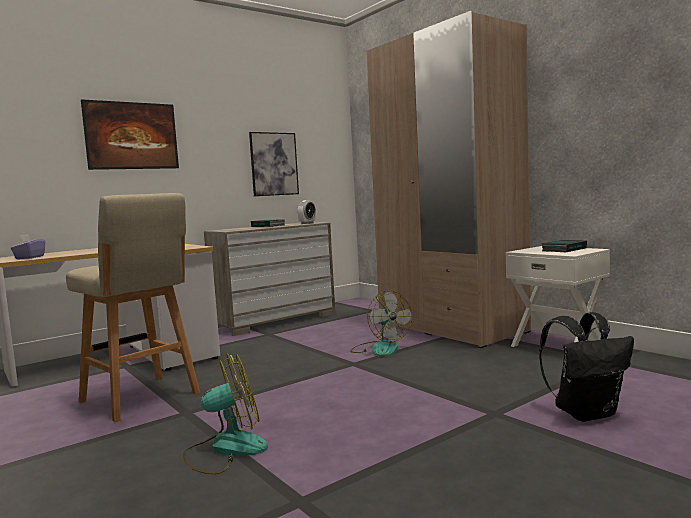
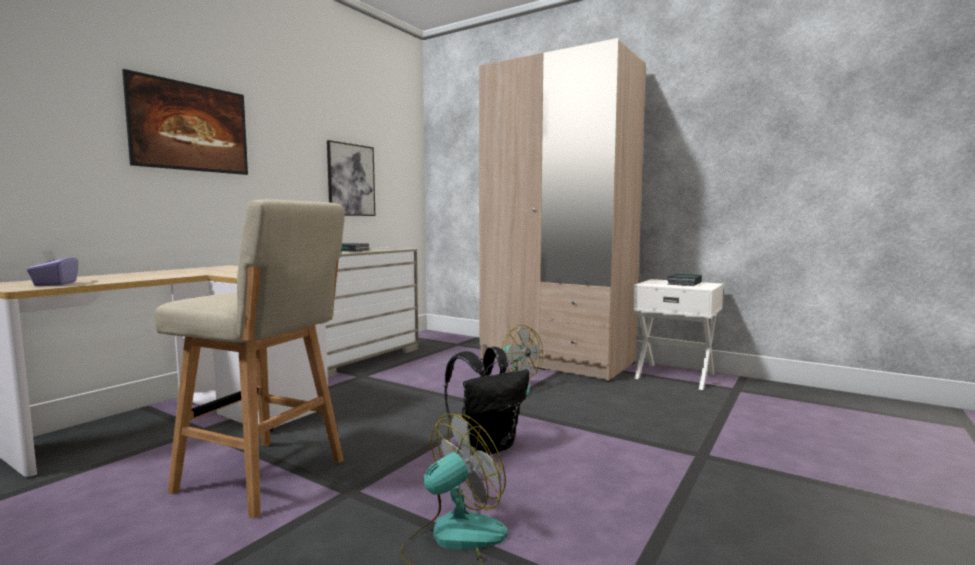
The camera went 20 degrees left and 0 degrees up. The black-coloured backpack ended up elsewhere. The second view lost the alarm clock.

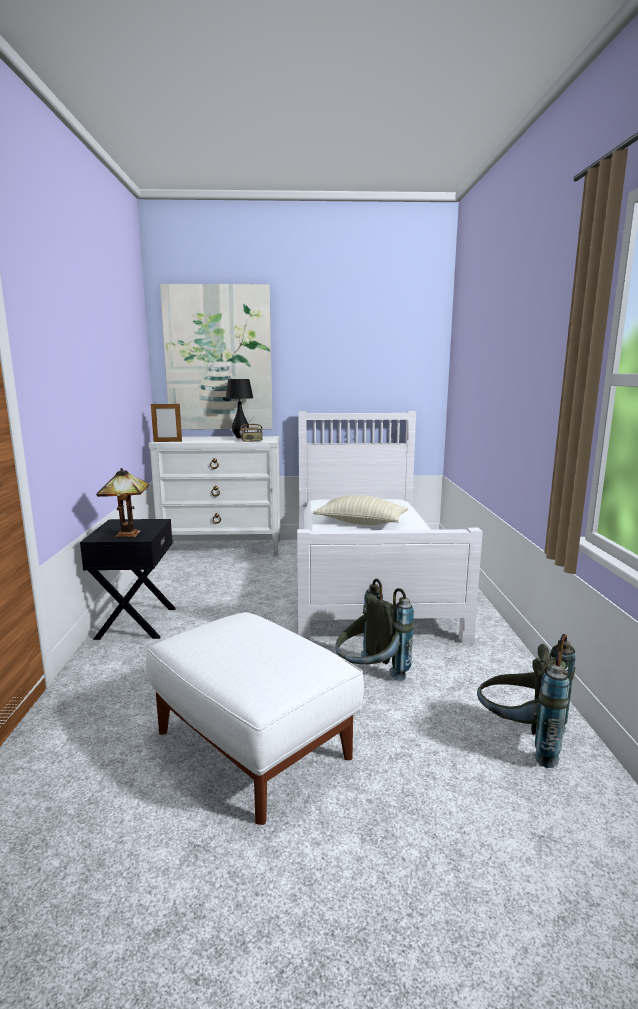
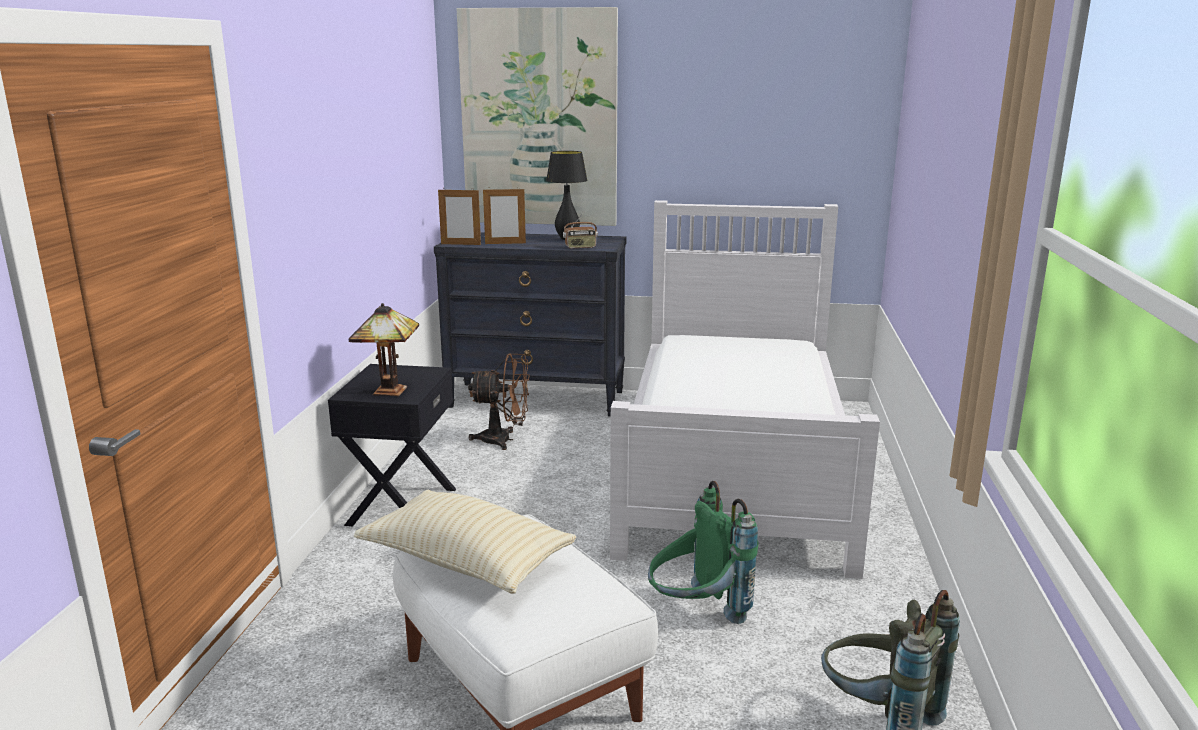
The camera went 10 degrees right and 5 degrees up. The sand-coloured throw pillow ended up elsewhere. What was the white-coloured chest of drawers turned into the black-coloured chest of drawers. The second view gained the brownish electric fan. The second view gained the standing frame (2nd from left). What was the grey backpack (1st from left) turned into the green backpack.

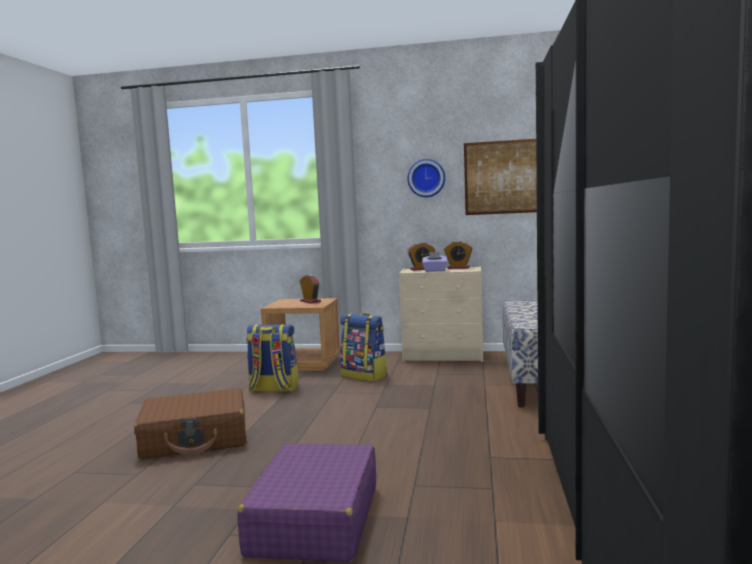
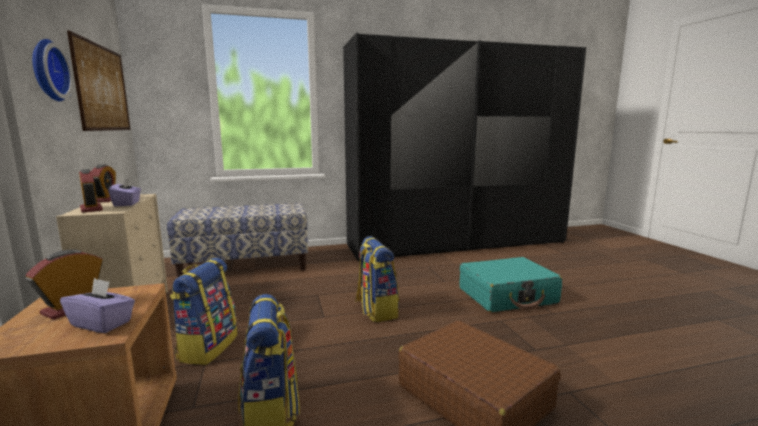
The camera went 115 degrees left and 5 degrees up. The second view gained the purple-coloured tissue box (1st from left). The second view gained the backpack (3rd from left). What was the purple-coloured travel case turned into the blue-green travel case.

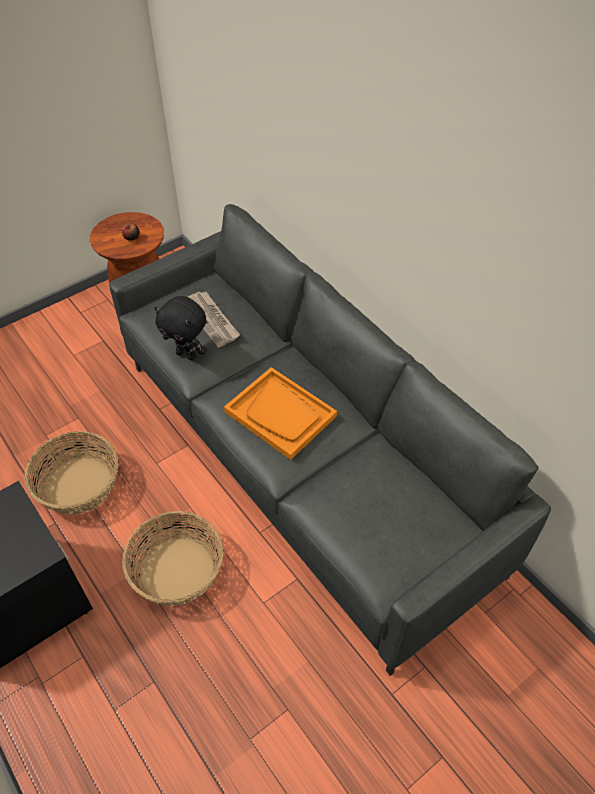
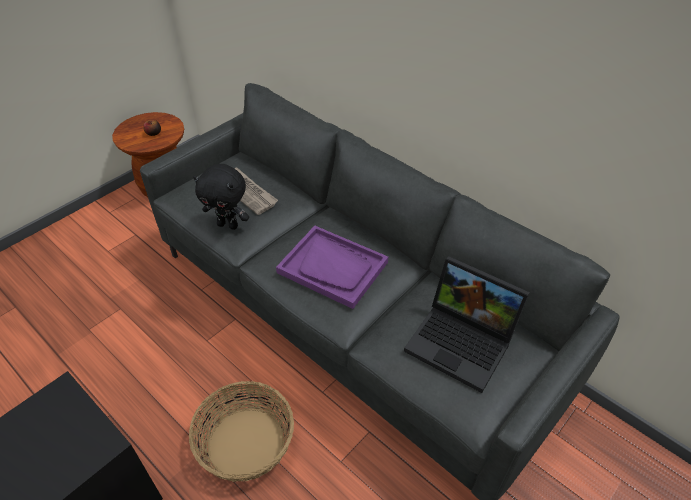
The camera went 10 degrees left and 5 degrees down. What was the orange carrying tray turned into the purple-coloured carrying tray. The second view gained the notebook computer. The second view lost the basket (1st from left).

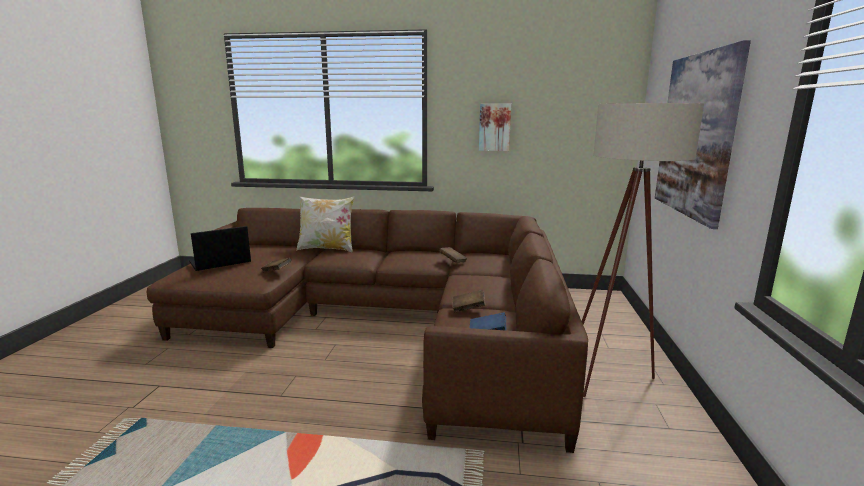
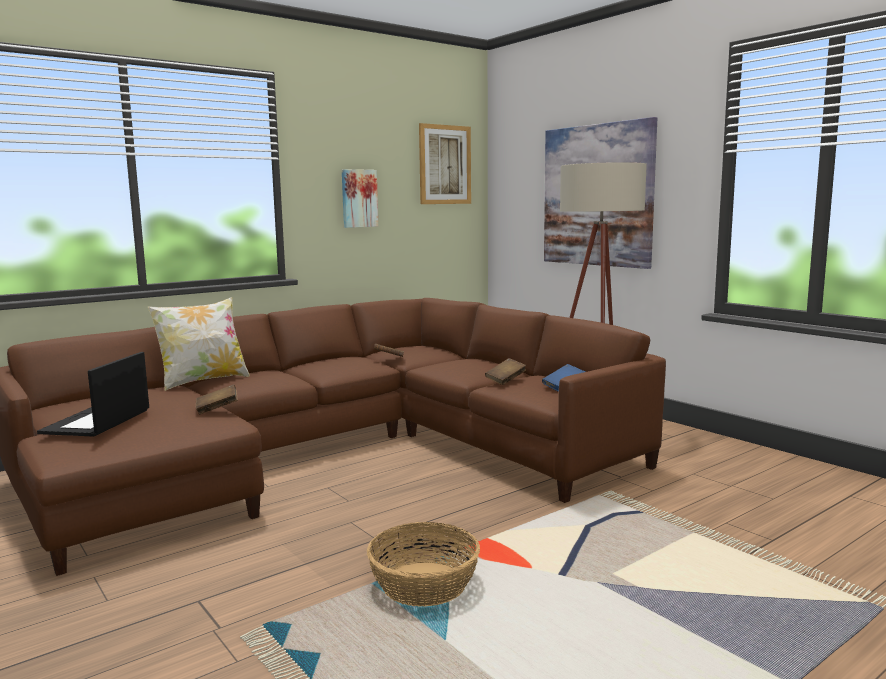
The camera went 45 degrees left and 5 degrees down. The second view gained the basket. The second view gained the wall picture (2nd from left).

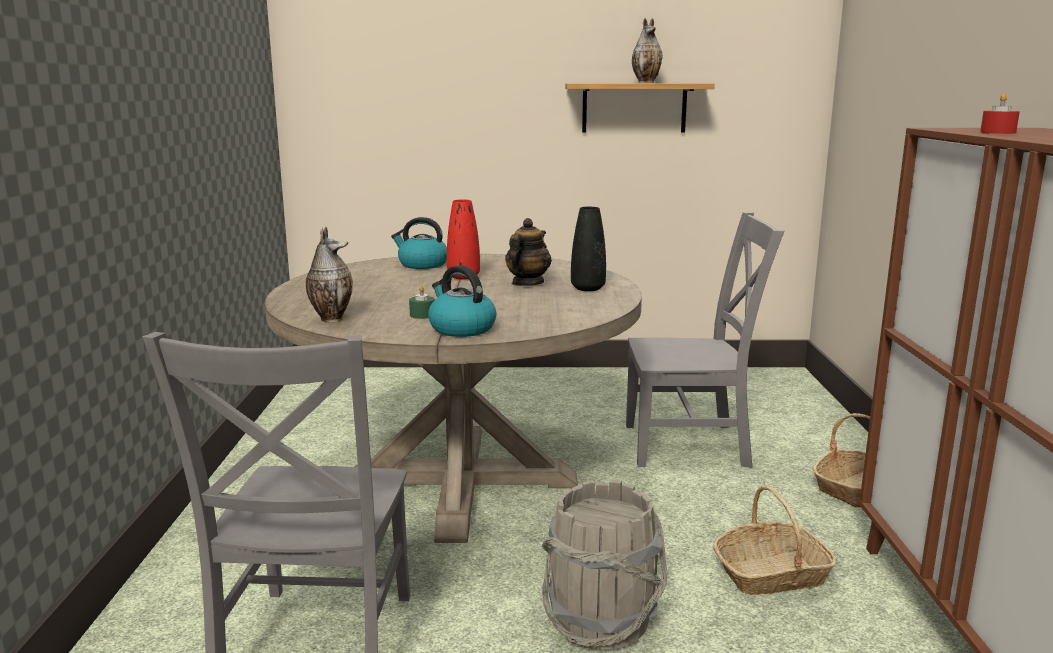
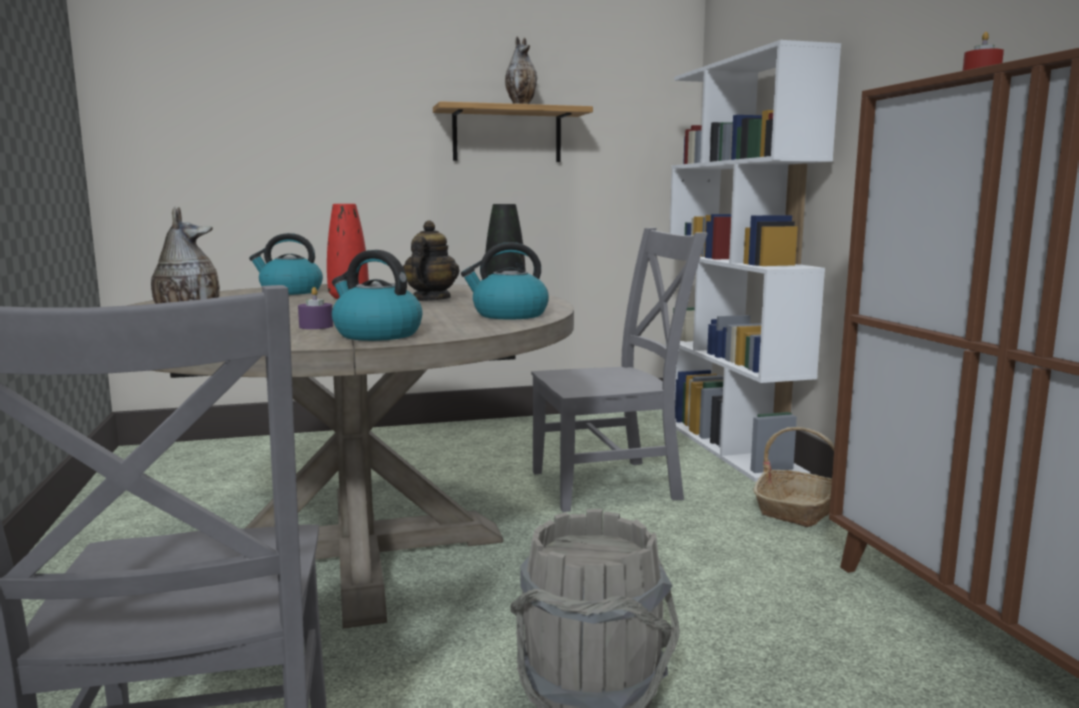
The camera went 15 degrees left and 5 degrees down. What was the green wax light turned into the purple-coloured wax light. The second view gained the tea kettle (3rd from left). The second view gained the white-coloured bookshelf. The second view lost the basket (1st from left).

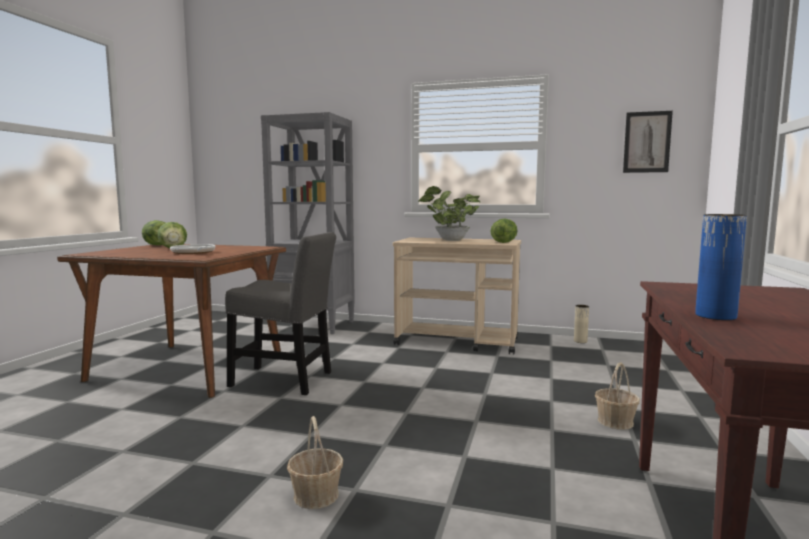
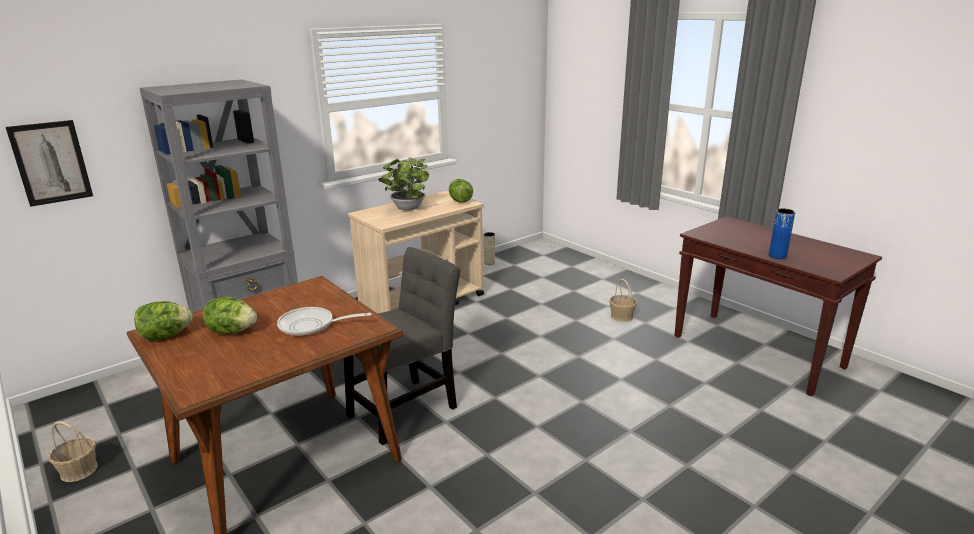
The camera went 55 degrees left and 15 degrees up. The wall picture ended up elsewhere. The basket (1st from left) ended up elsewhere.

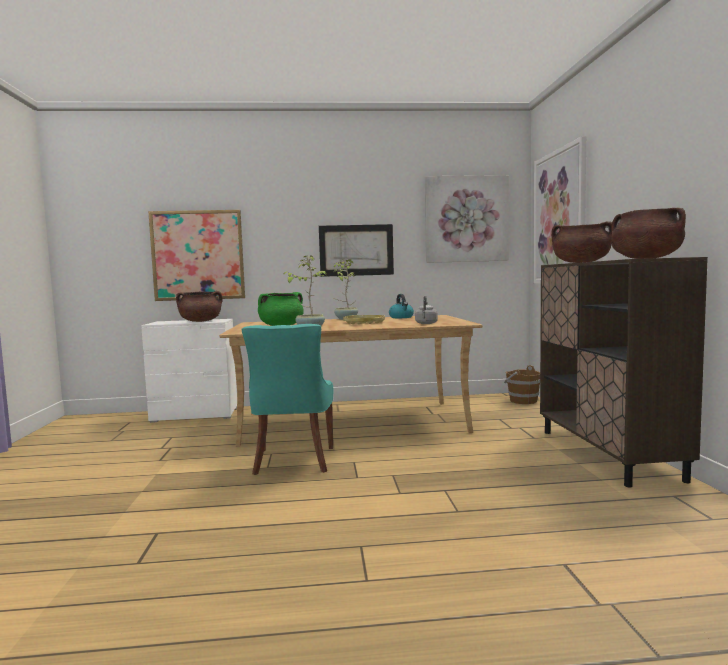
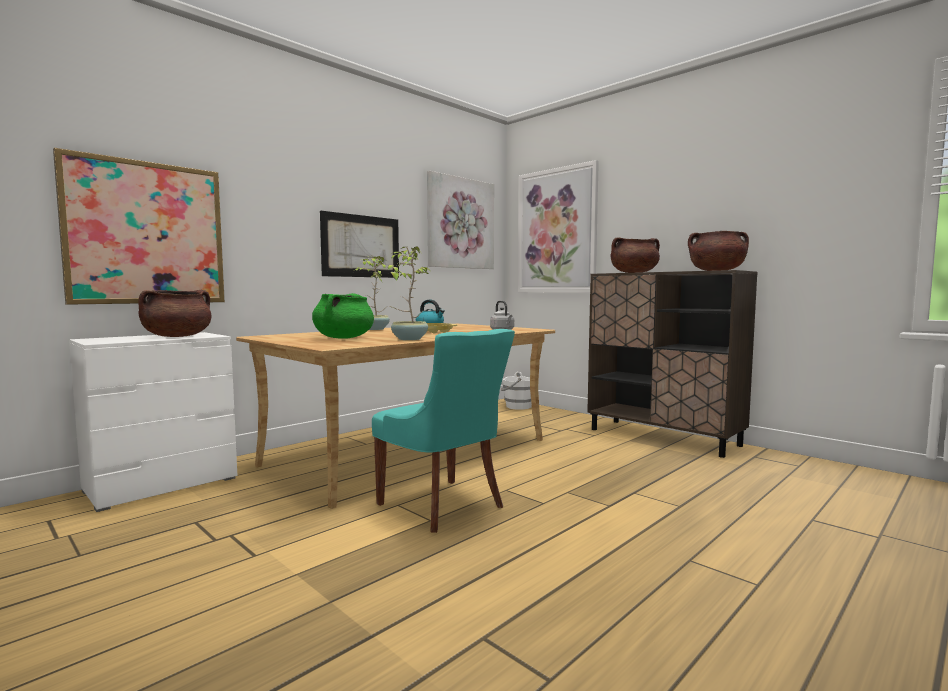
The camera went 40 degrees left and 0 degrees up. What was the brownish bucket turned into the white-coloured bucket.

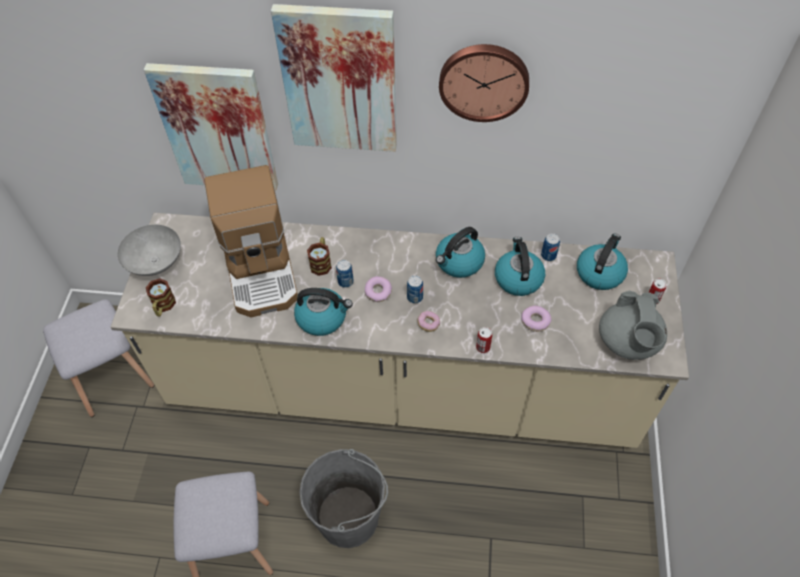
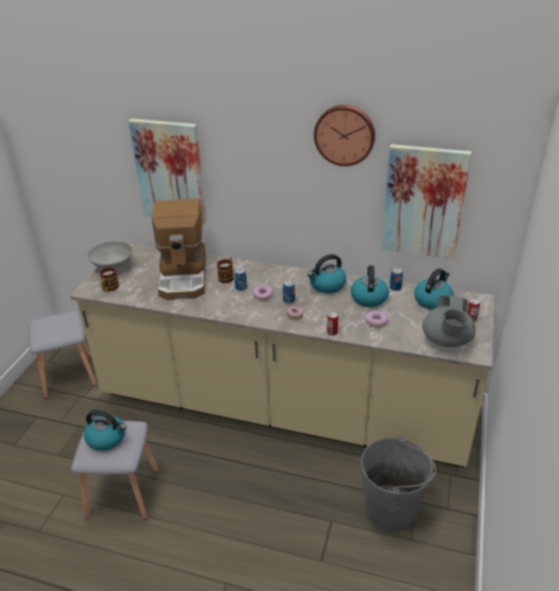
The camera went 10 degrees right and 20 degrees down. The tea kettle (1st from left) ended up elsewhere. The grey bucket ended up elsewhere. The wall picture (2nd from left) ended up elsewhere.

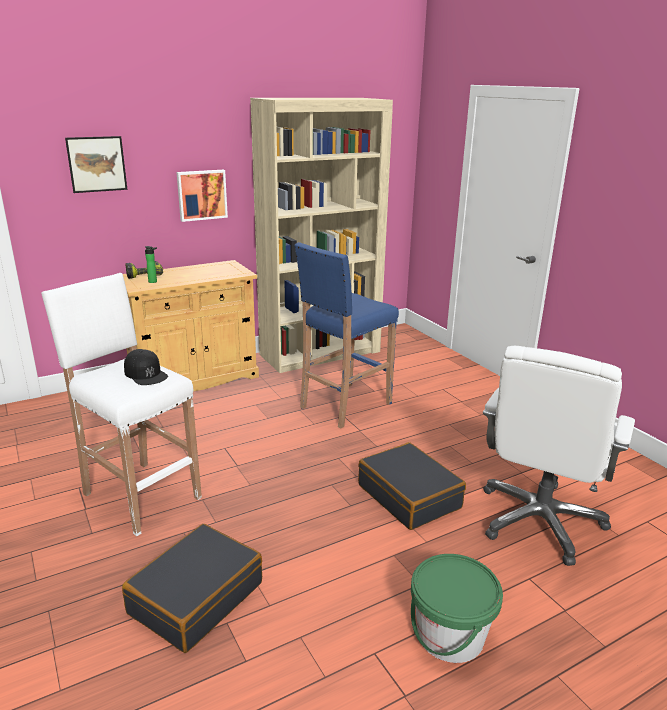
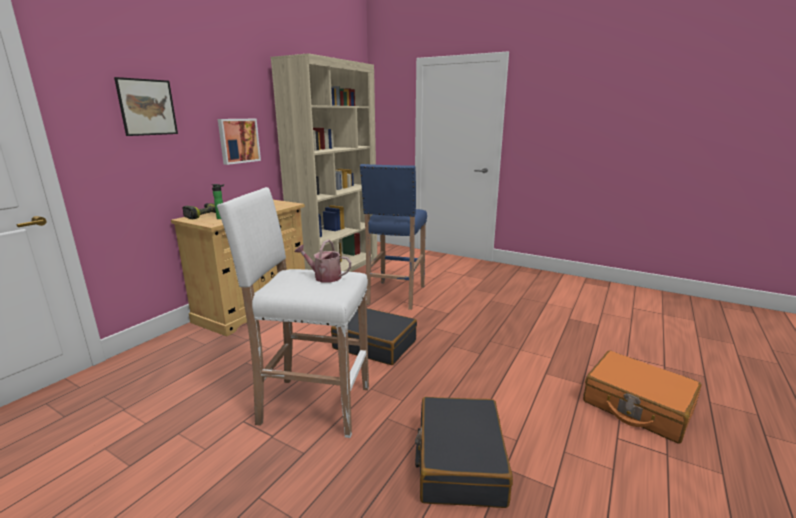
The camera went 30 degrees left and 5 degrees down. Where the black-coloured peaked cap stood, the sprinkling can came to stand. The black-coloured travel case (2nd from left in the first image) ended up elsewhere. Where the green bucket stood, the orange travel case came to stand. The second view lost the white-coloured computer chair.

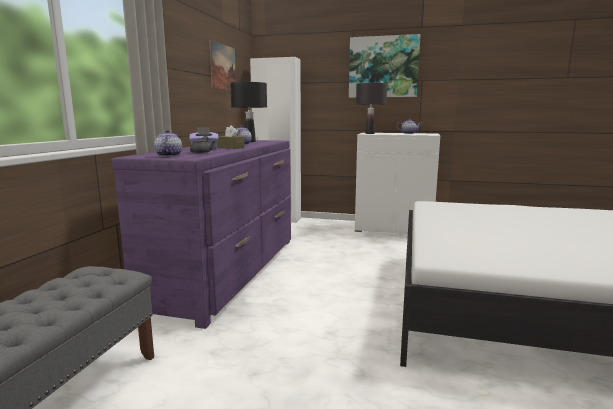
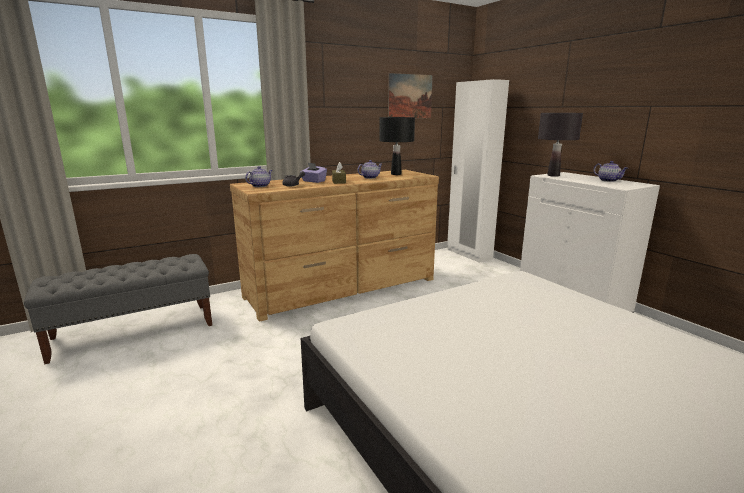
The camera went 45 degrees right and 5 degrees up. What was the purple-coloured chest of drawers turned into the brownish chest of drawers. The second view lost the wall picture (2nd from left).

